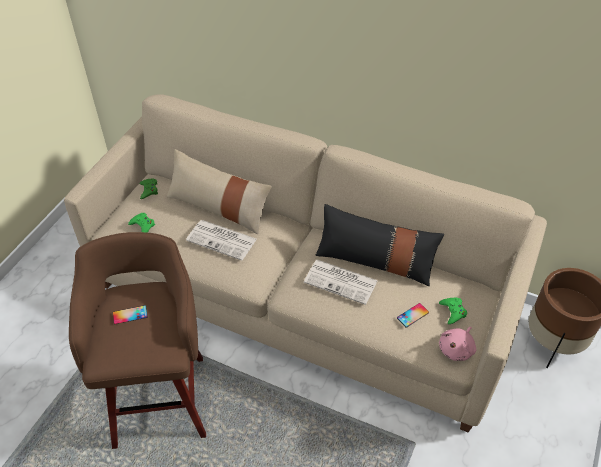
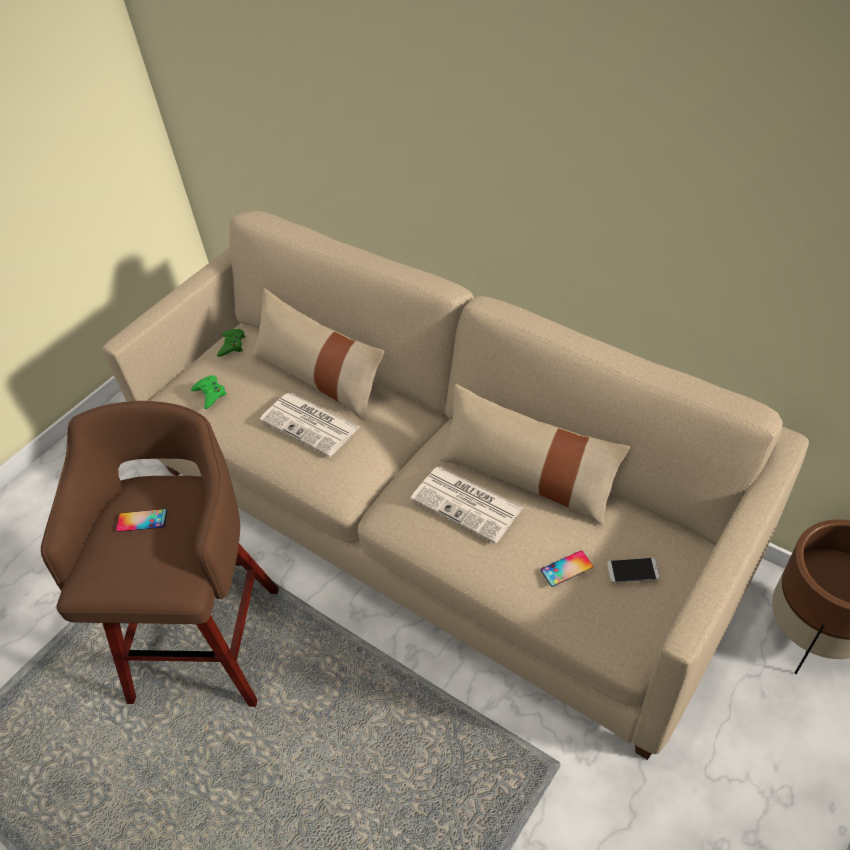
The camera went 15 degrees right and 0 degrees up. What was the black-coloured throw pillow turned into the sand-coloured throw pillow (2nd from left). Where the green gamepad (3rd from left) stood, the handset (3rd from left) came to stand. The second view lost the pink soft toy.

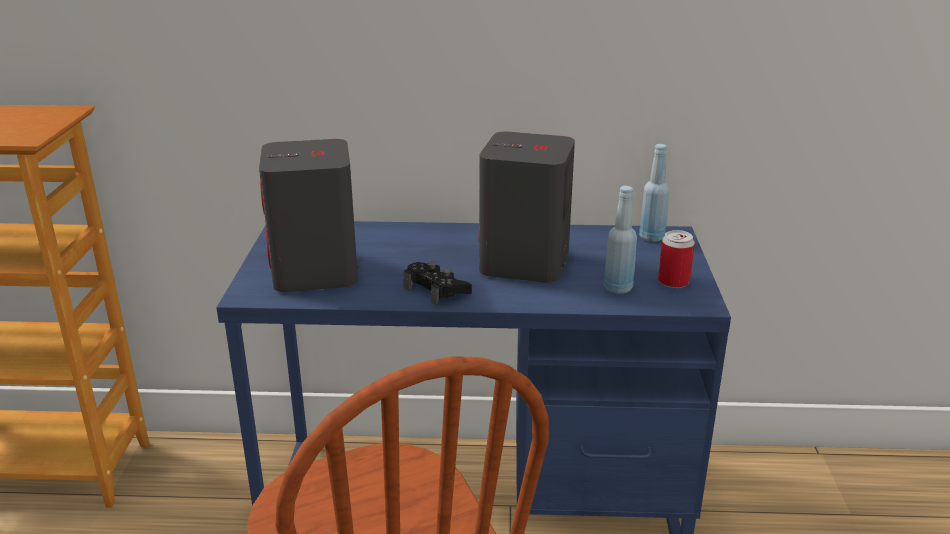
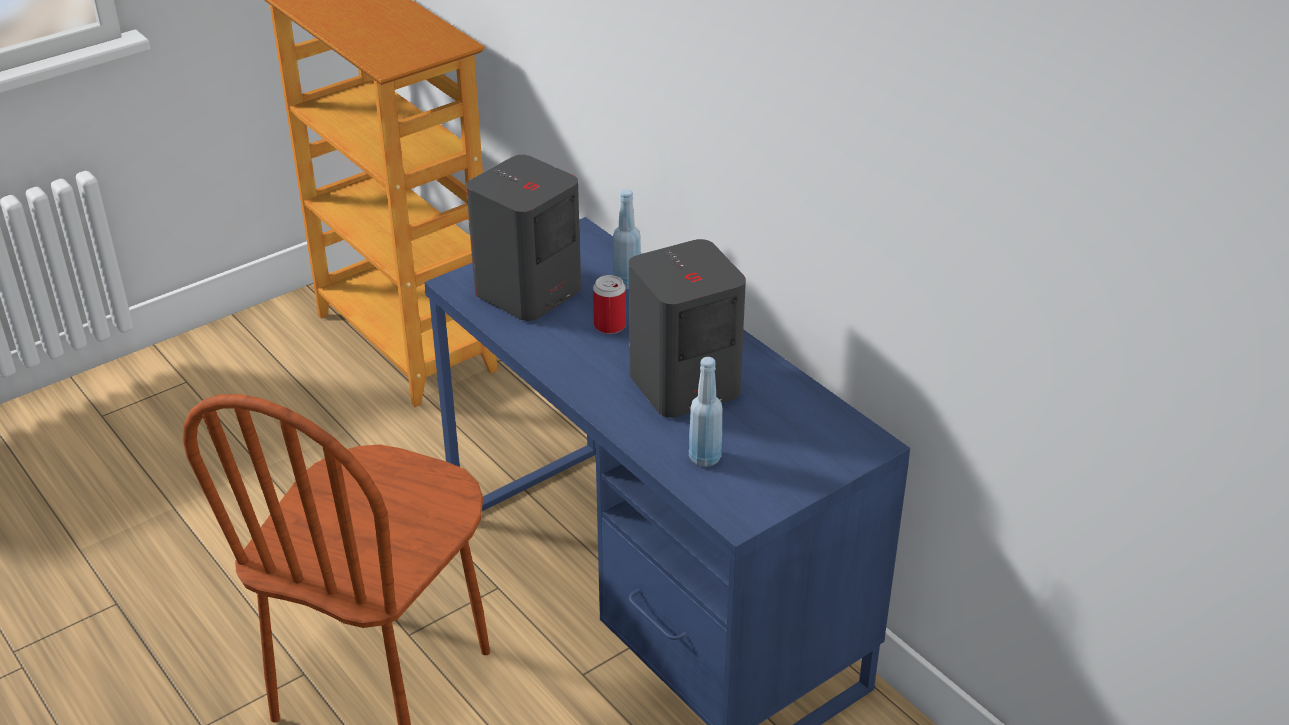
The camera went 50 degrees right and 10 degrees up. The sealed can ended up elsewhere. The blue-coloured bottle (2nd from left in the first image) ended up elsewhere. The second view lost the black-coloured gamepad.

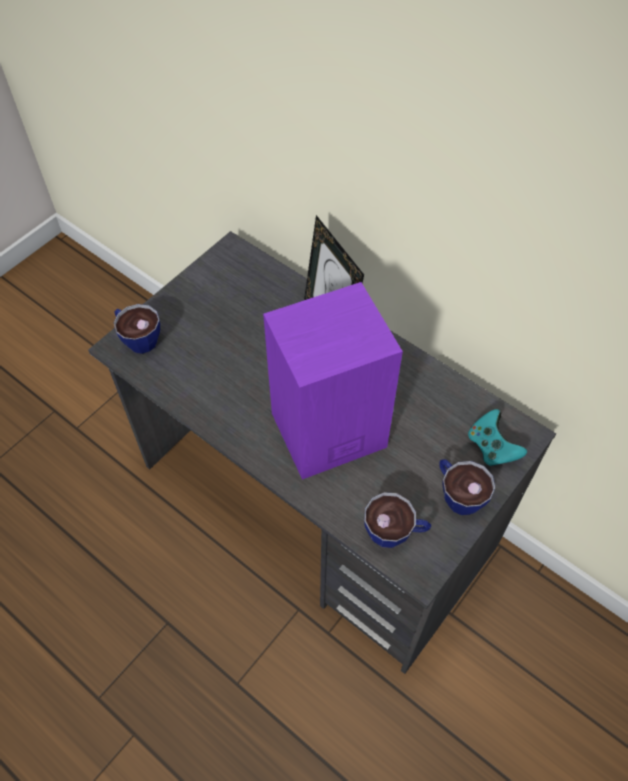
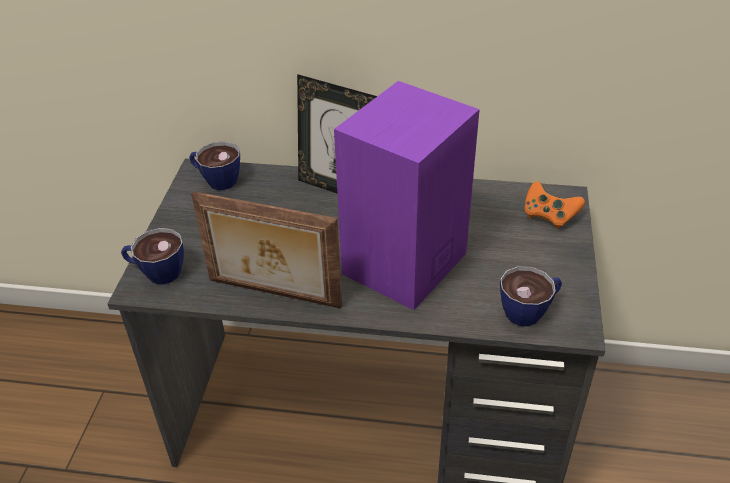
The camera went 30 degrees left and 15 degrees down. The small cup (3rd from left in the first image) ended up elsewhere. The second view gained the standing frame (1st from left). What was the blue-green gamepad turned into the orange gamepad.

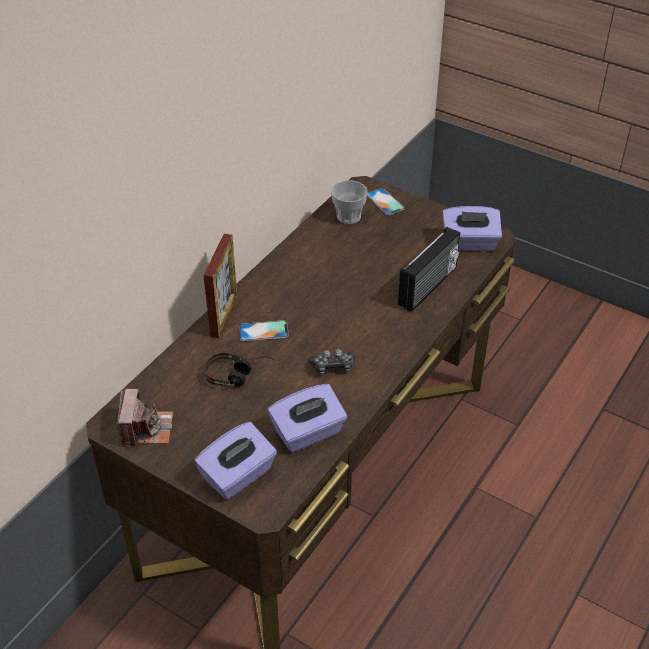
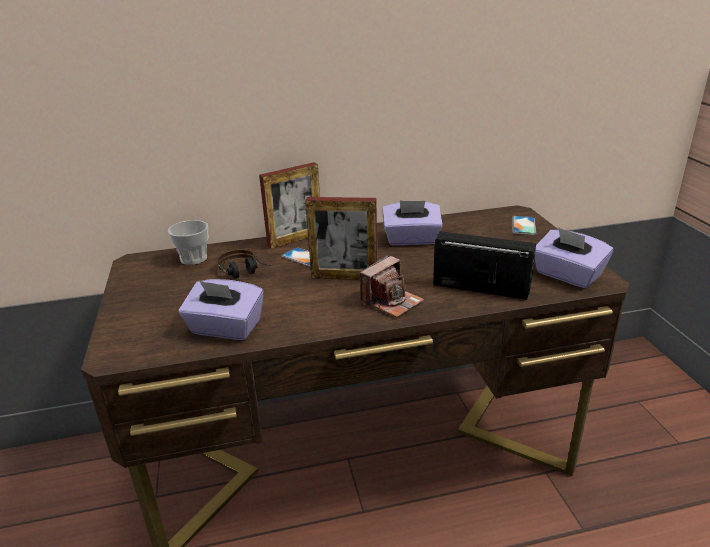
The camera went 45 degrees right and 15 degrees down. The small cup ended up elsewhere. The second view gained the standing frame (2nd from left). The still camera ended up elsewhere. The purple-coloured tissue box (1st from left in the first image) ended up elsewhere. The radio receiver ended up facing another way, 150 degrees counterclockwise from before. The second view lost the gamepad.

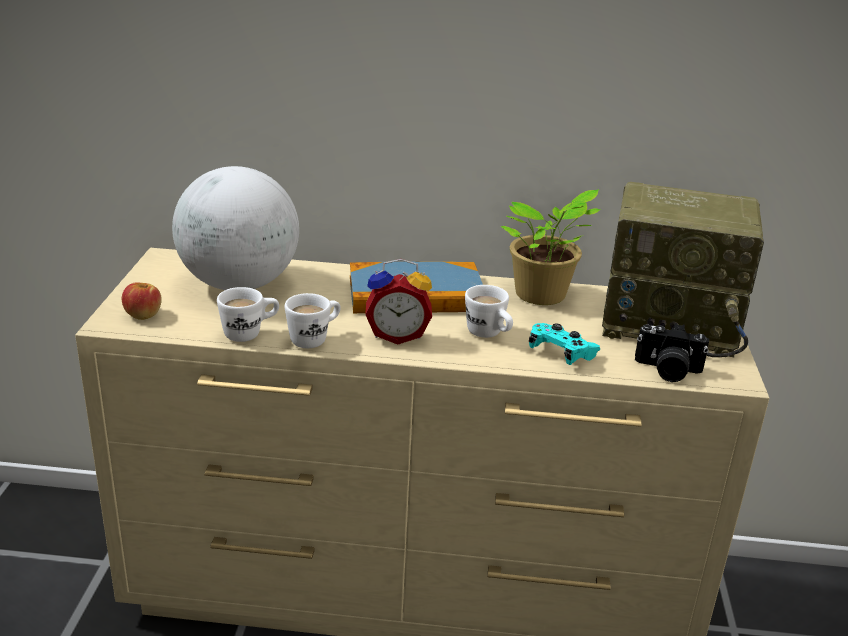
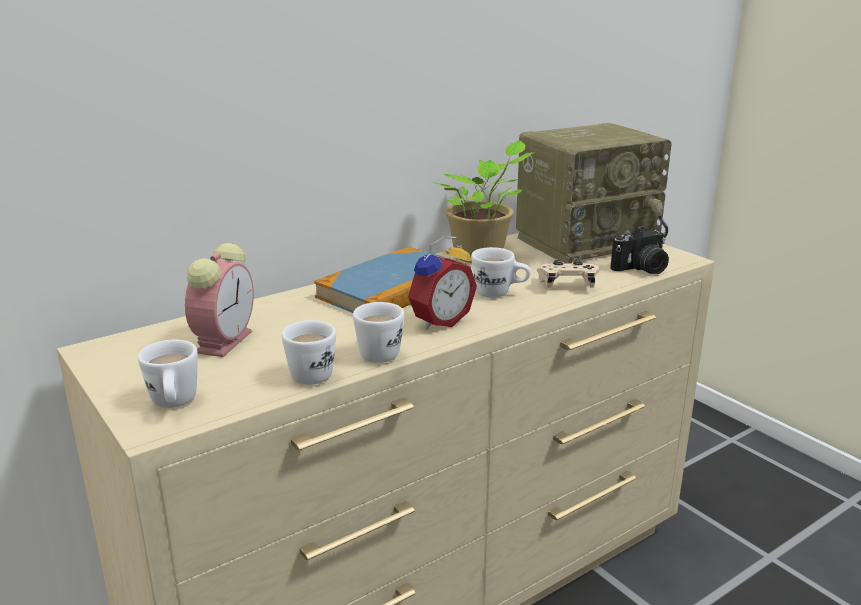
The camera went 40 degrees left and 5 degrees down. Where the apple stood, the white-coloured tea mug (1st from left) came to stand. Where the desk globe stood, the alarm clock (1st from left) came to stand. What was the blue-green gamepad turned into the sand-coloured gamepad.

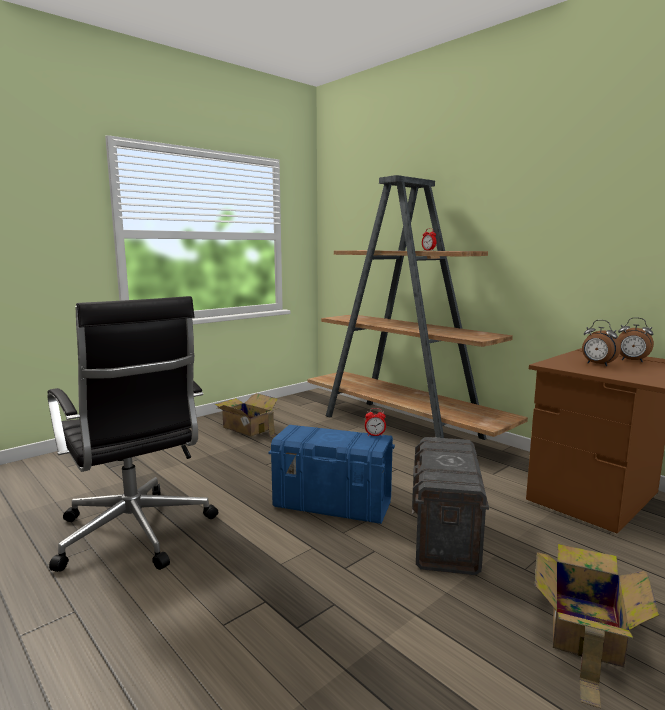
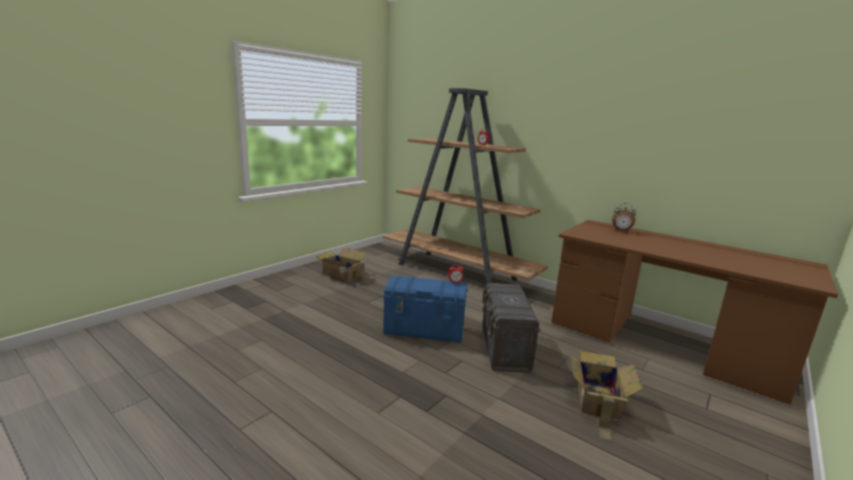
The camera went 10 degrees left and 5 degrees up. The second view lost the black-coloured computer chair. The second view lost the alarm clock (3rd from left).

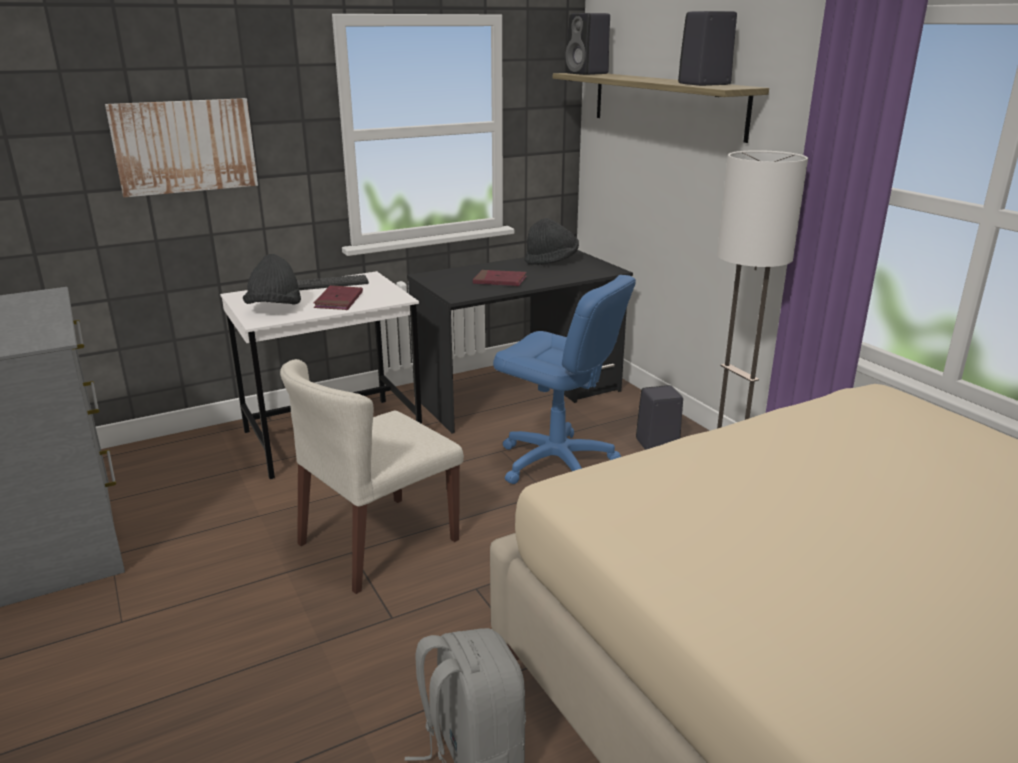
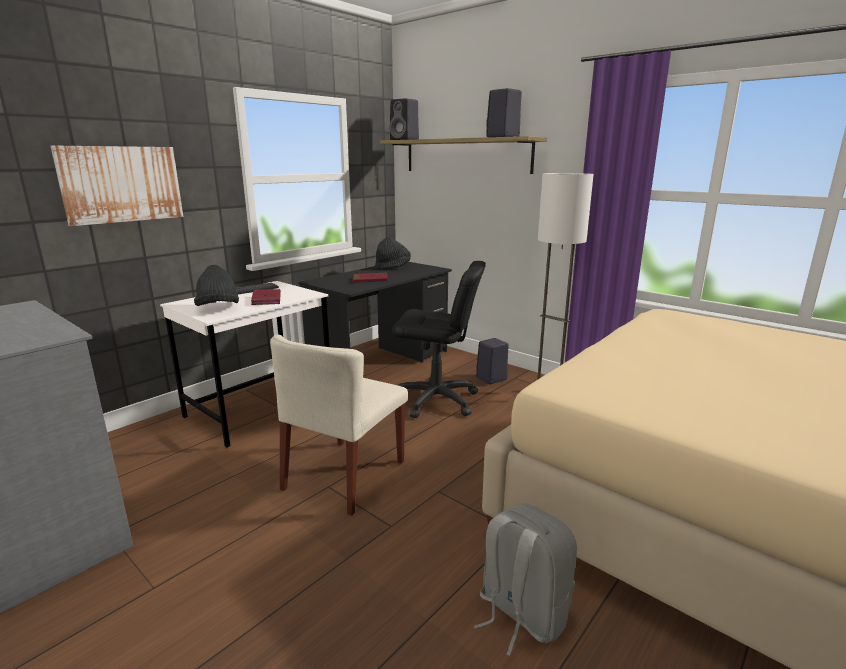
The camera went 20 degrees left and 5 degrees down. What was the blue-coloured computer chair turned into the black-coloured computer chair.

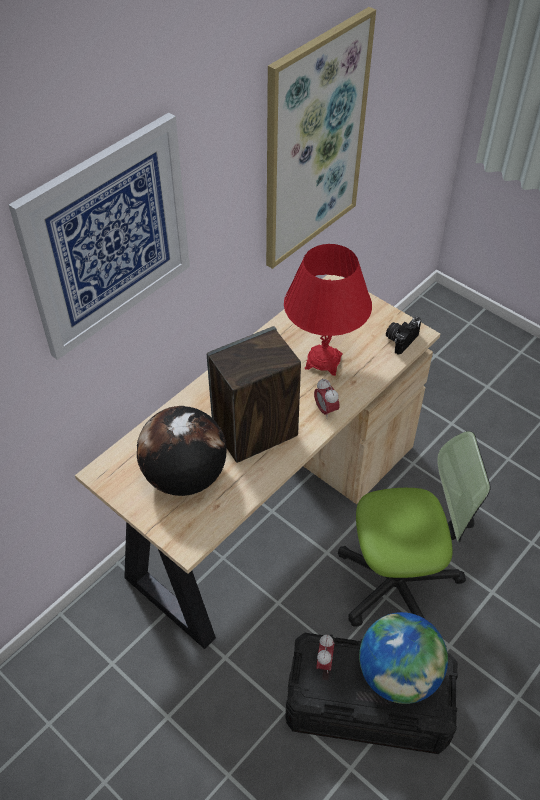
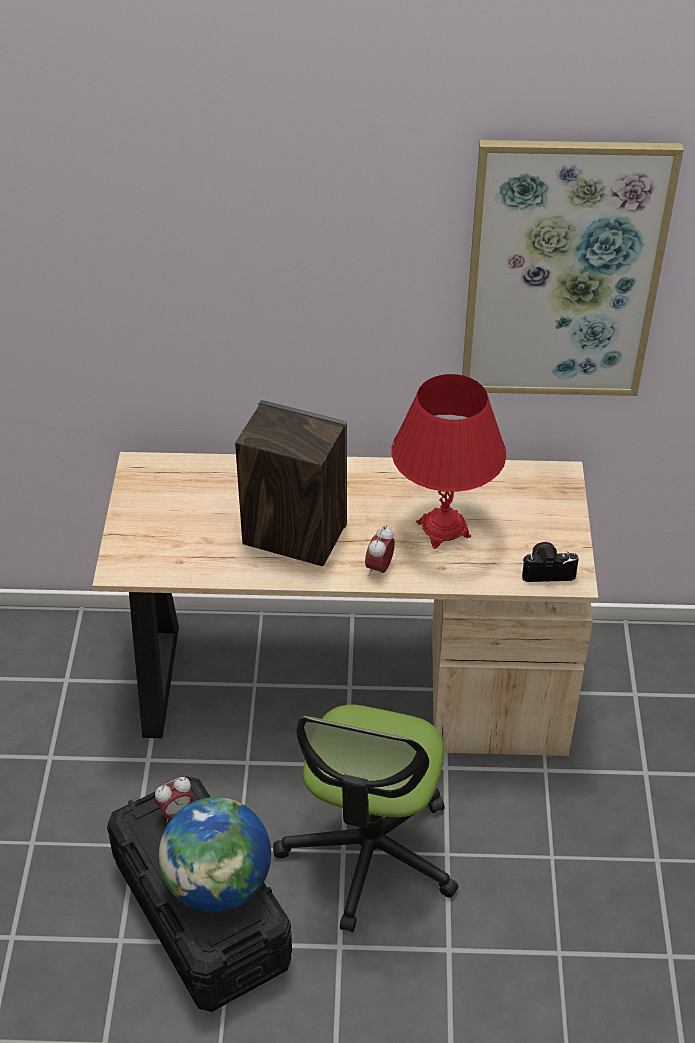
The camera went 50 degrees right and 5 degrees down. The computer chair ended up facing another way, 60 degrees clockwise from before. The second view lost the wall picture (1st from left). The second view lost the desk globe (1st from left).

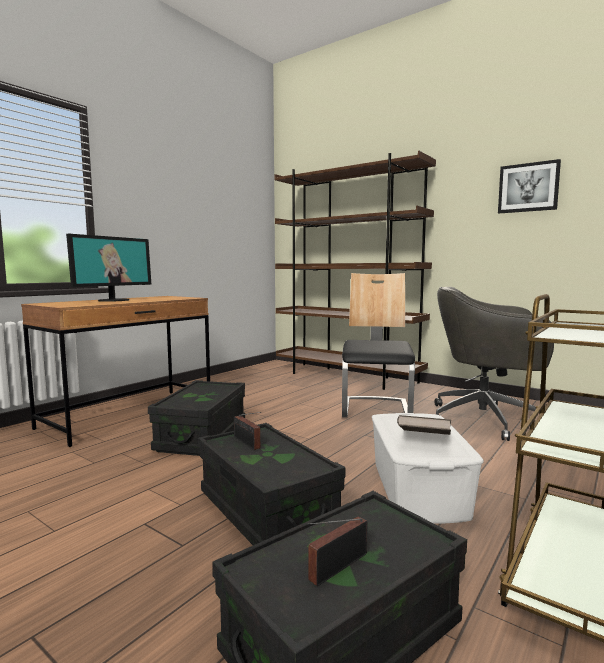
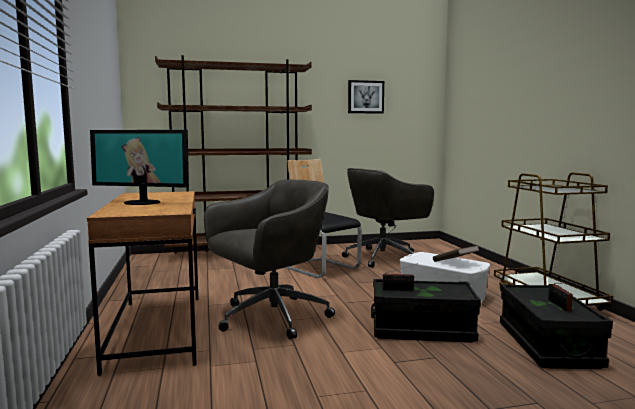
The camera went 50 degrees left and 0 degrees up. The computer screen ended up facing another way, 120 degrees clockwise from before. Where the black-coloured storage box (1st from left) stood, the grey computer chair (1st from left) came to stand.

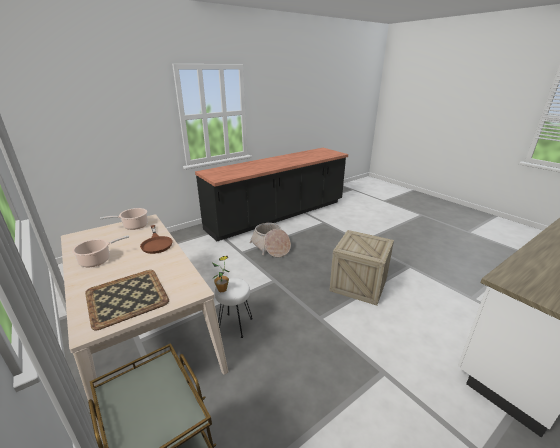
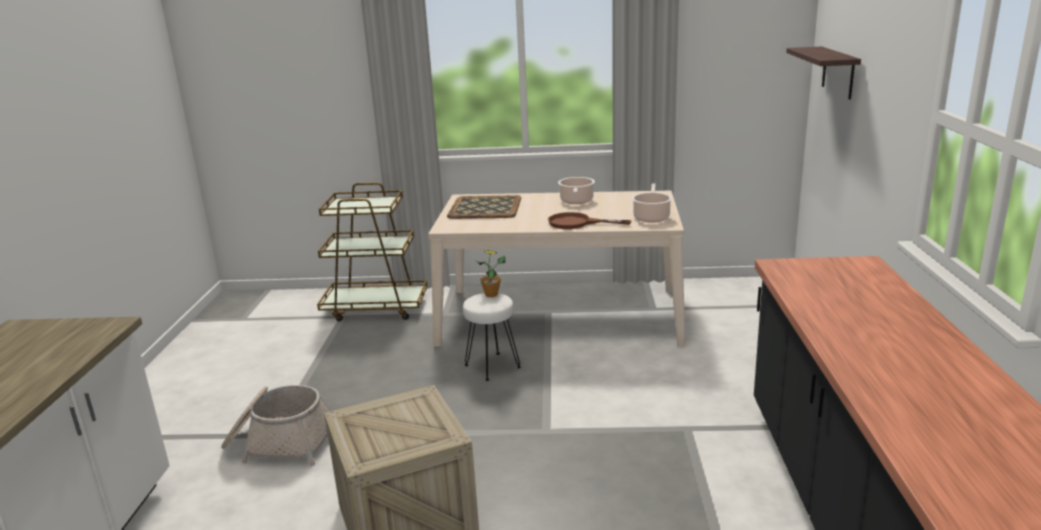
The camera went 130 degrees right and 5 degrees down. The basket ended up elsewhere. The second view gained the bracket shelf.

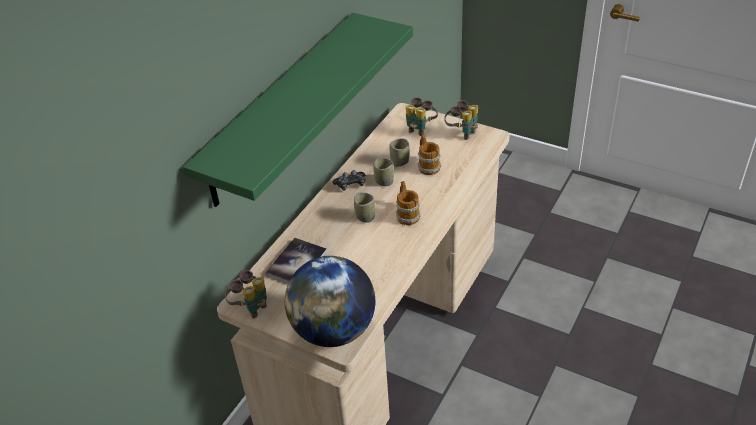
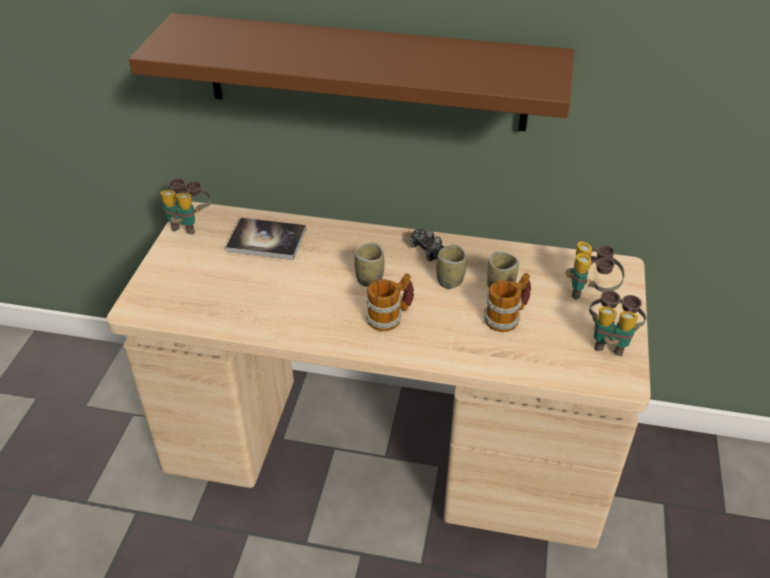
The camera went 70 degrees right and 0 degrees up. What was the green bracket shelf turned into the brownish bracket shelf. The second view lost the desk globe.

